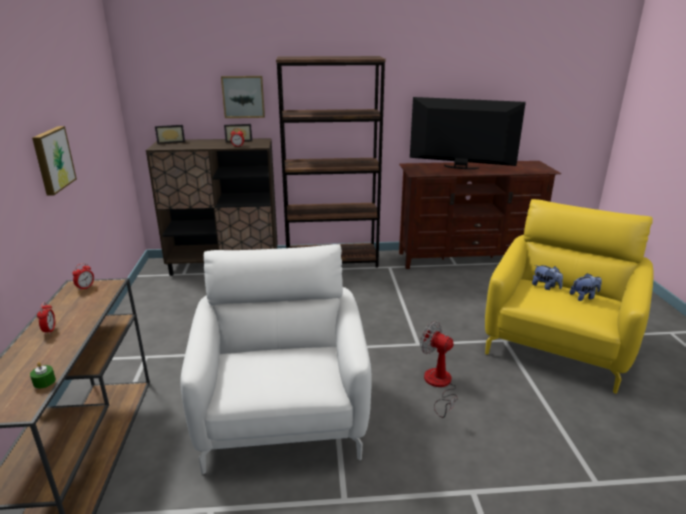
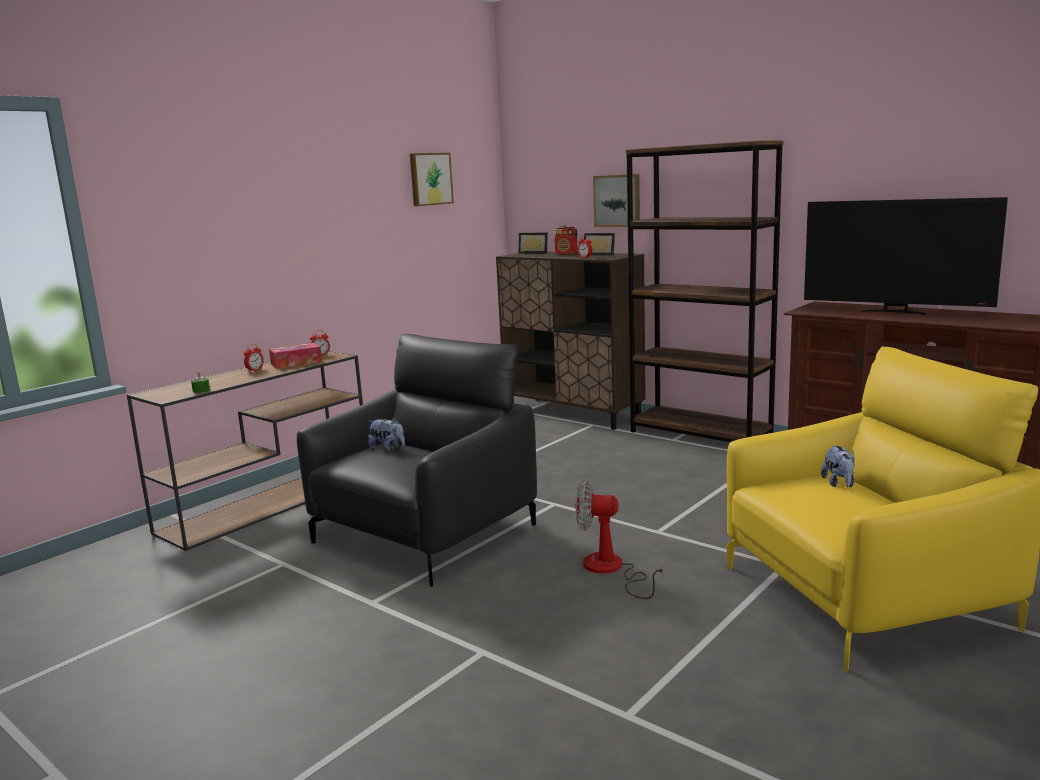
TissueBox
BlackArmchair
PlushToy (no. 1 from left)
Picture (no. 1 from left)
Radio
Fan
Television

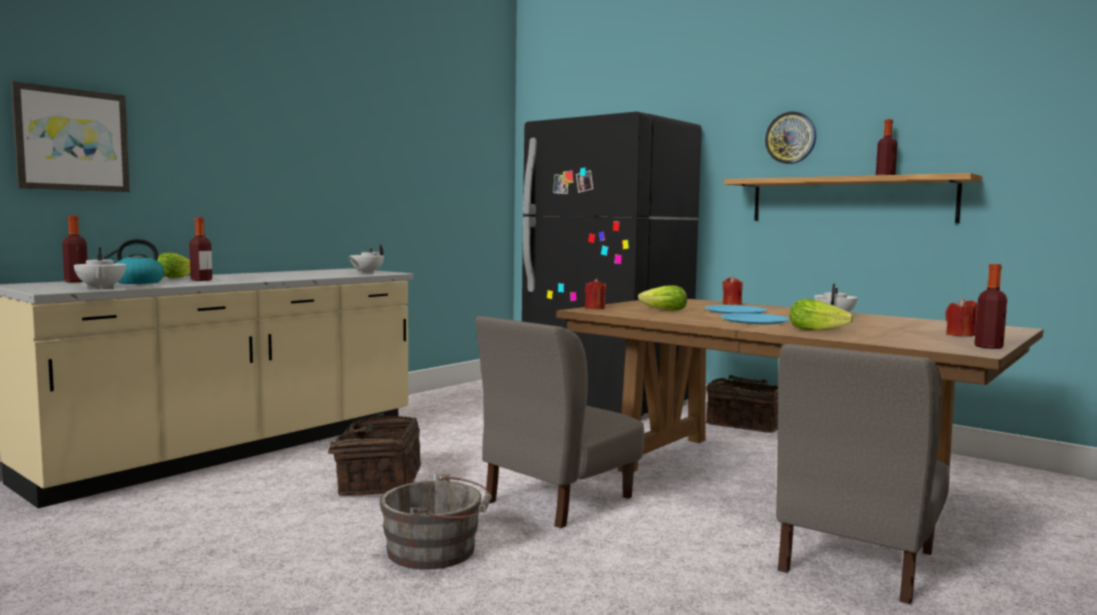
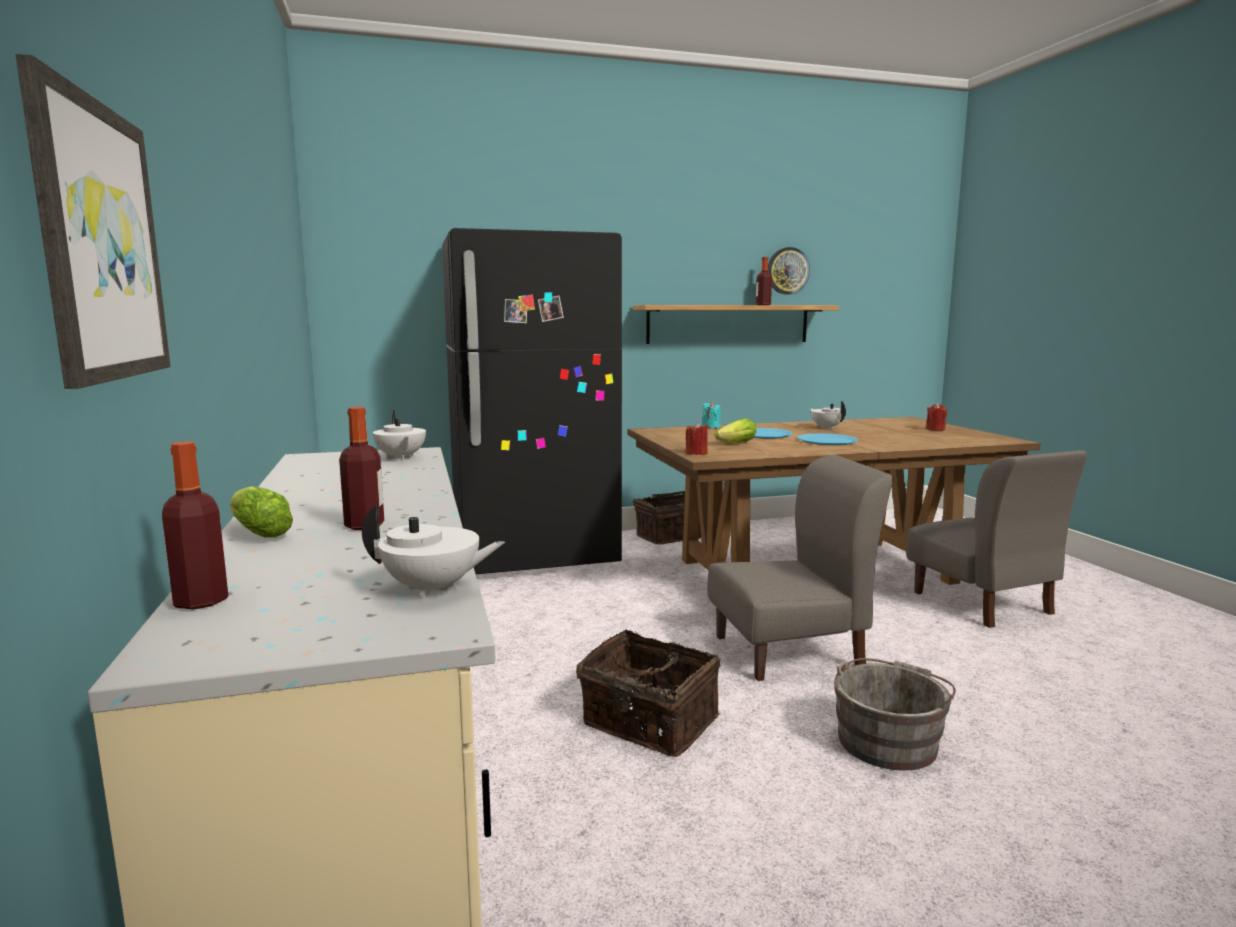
TurquoiseCandle
GreyChair (no. 1 from left)
WallClock
Kettle
Lettuce (no. 3 from left in the first image)
Bottle (no. 4 from left in the first image)

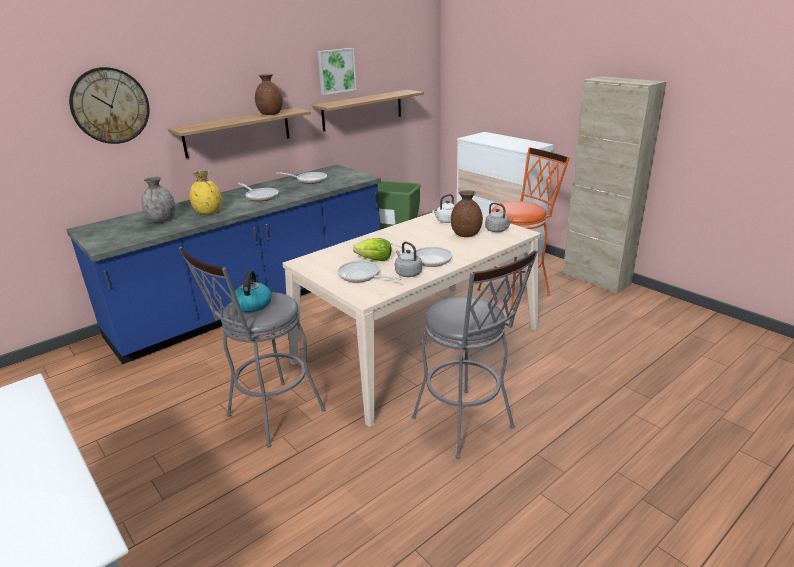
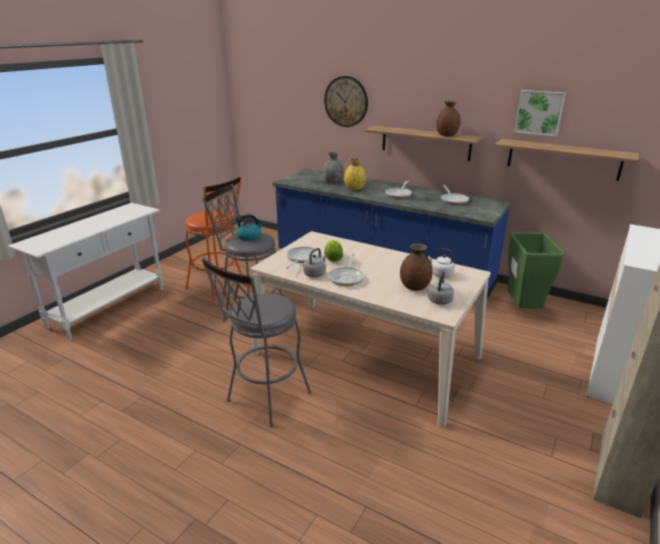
OrangeStool

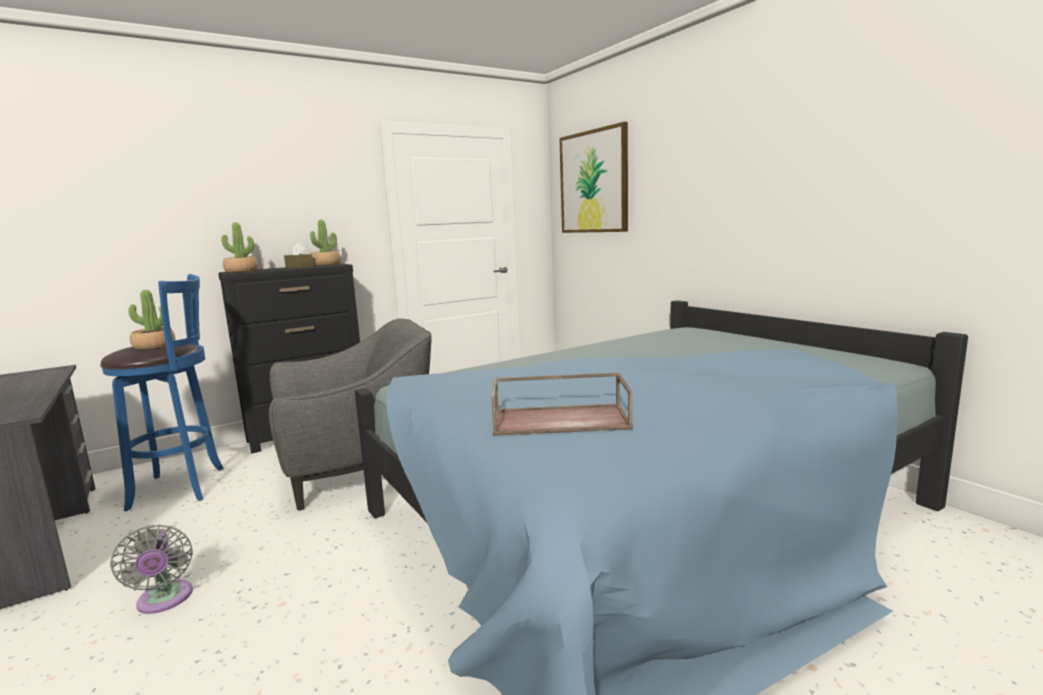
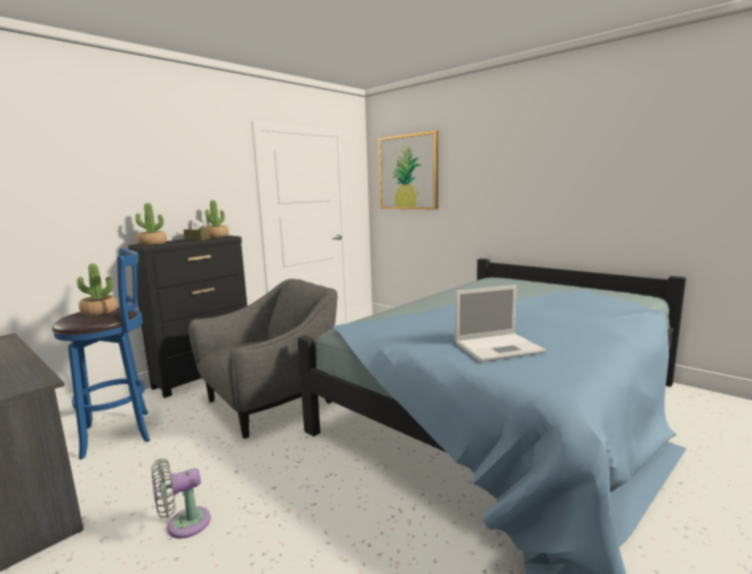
GreyFan
Laptop

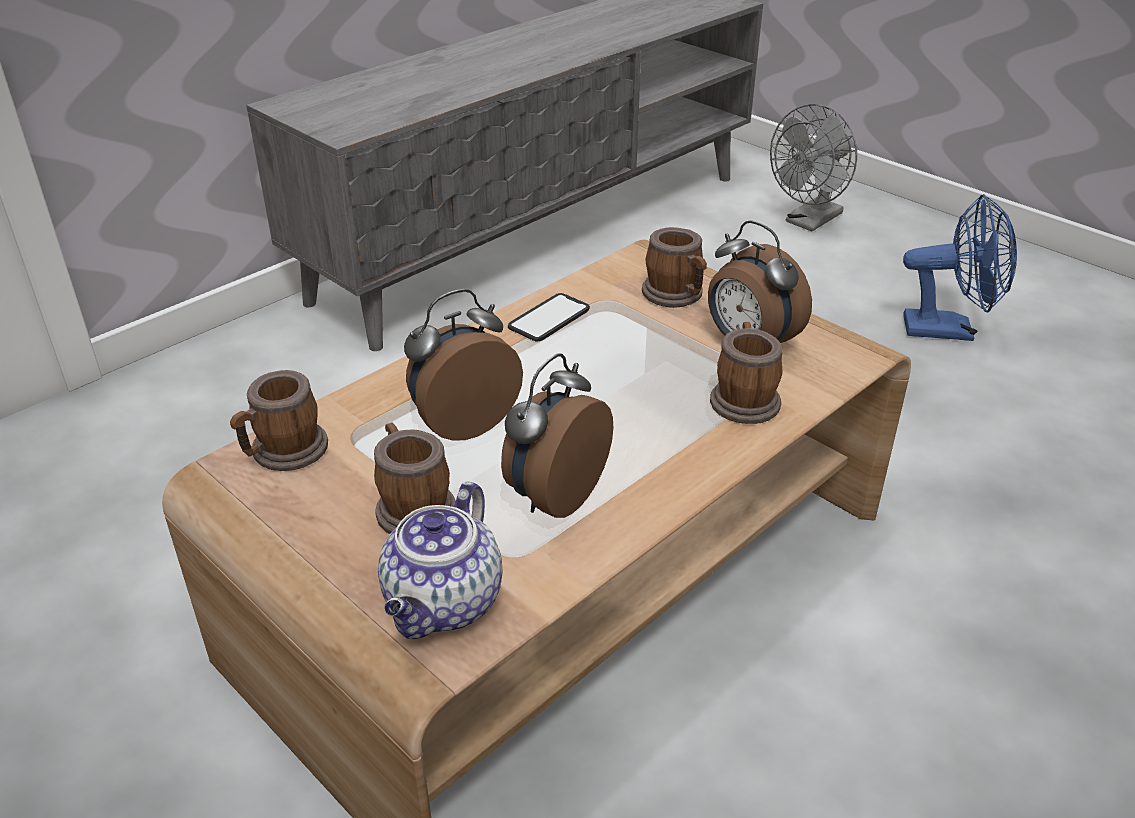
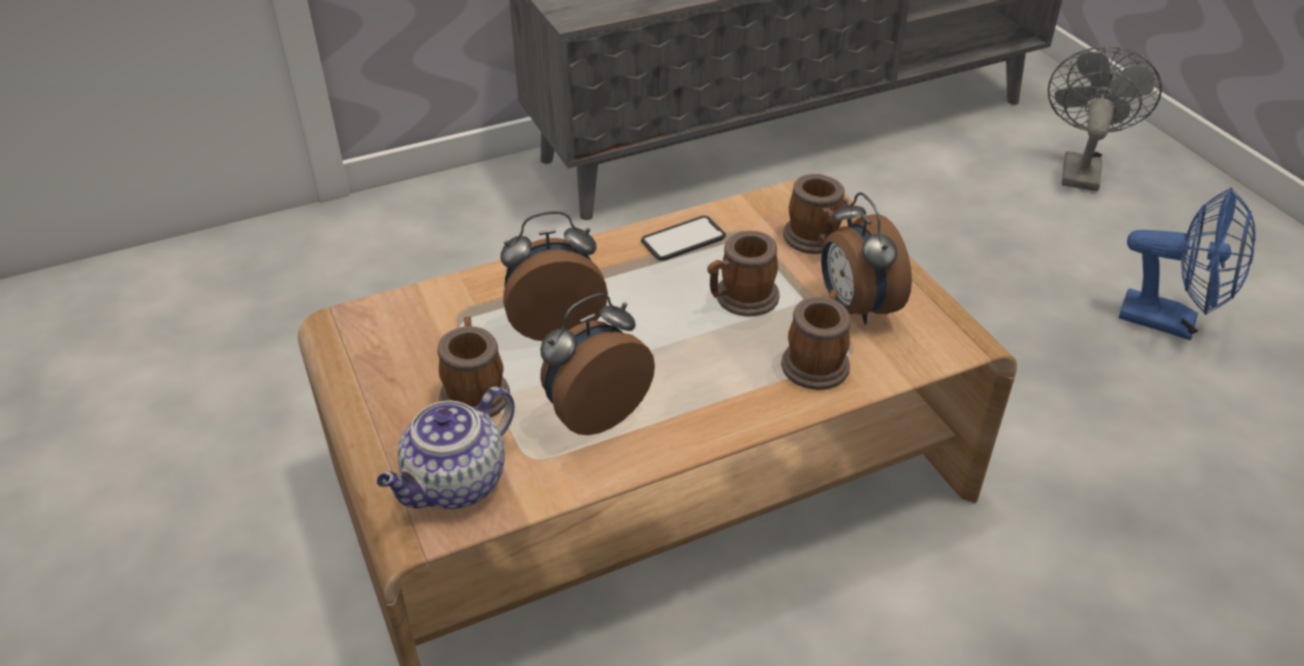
Mug (no. 2 from left)
GreyFan

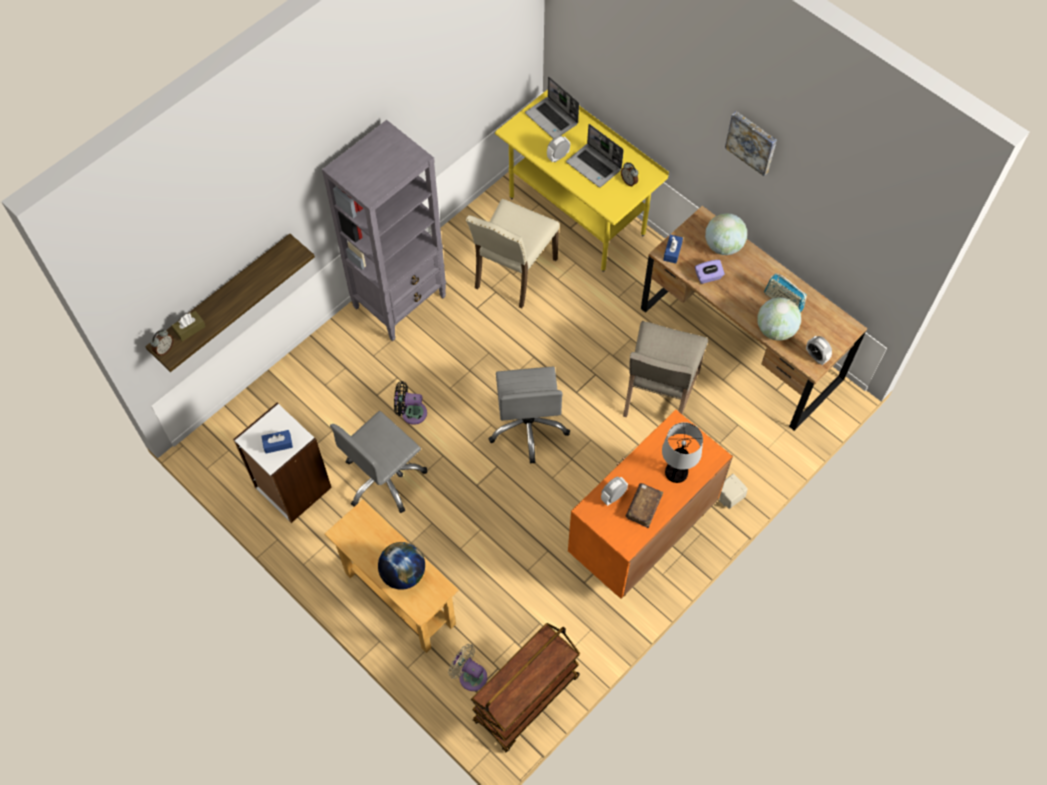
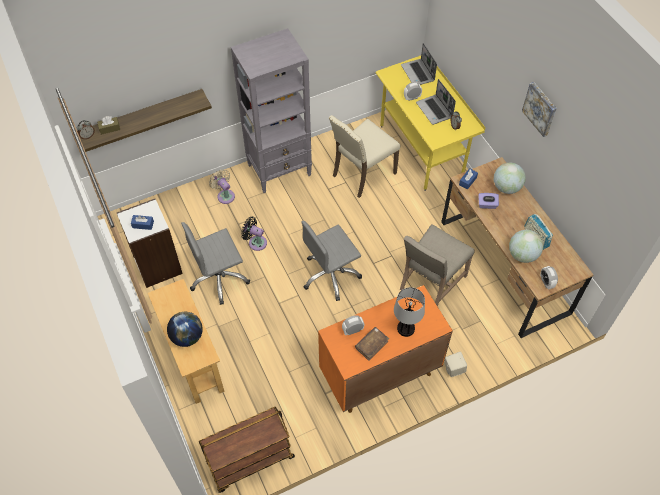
BeigeFan
GreyOfficeChair (no. 2 from left)

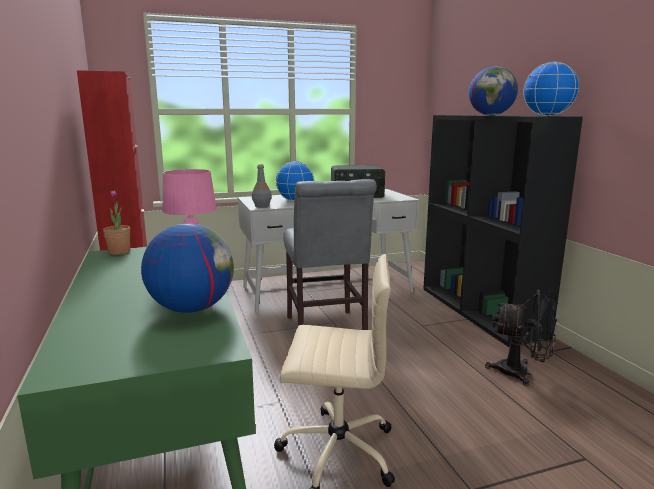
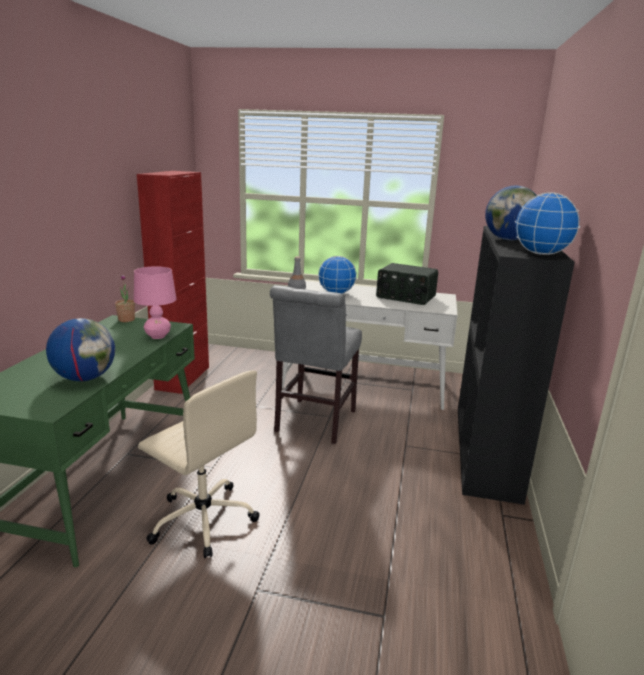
BlackFan

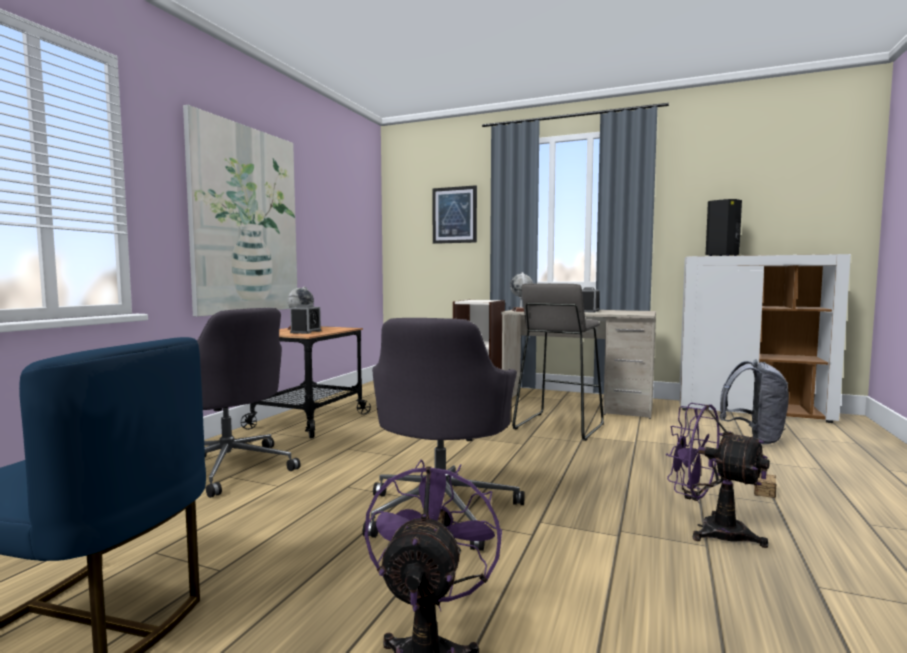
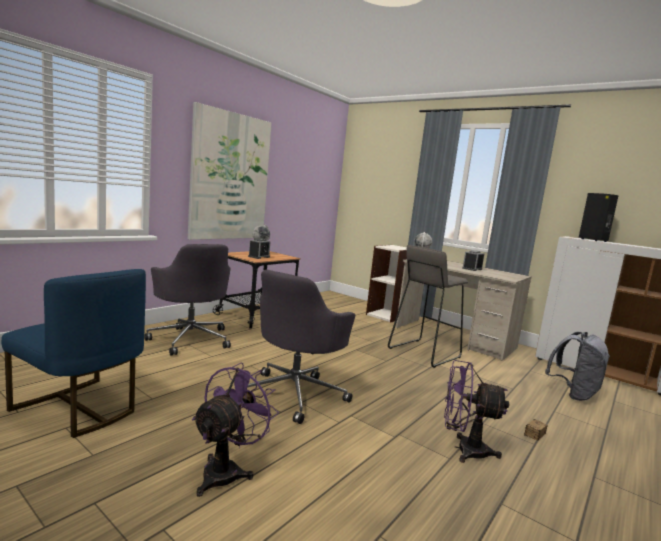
PurpleFan (no. 2 from left)
Picture (no. 2 from left in the first image)

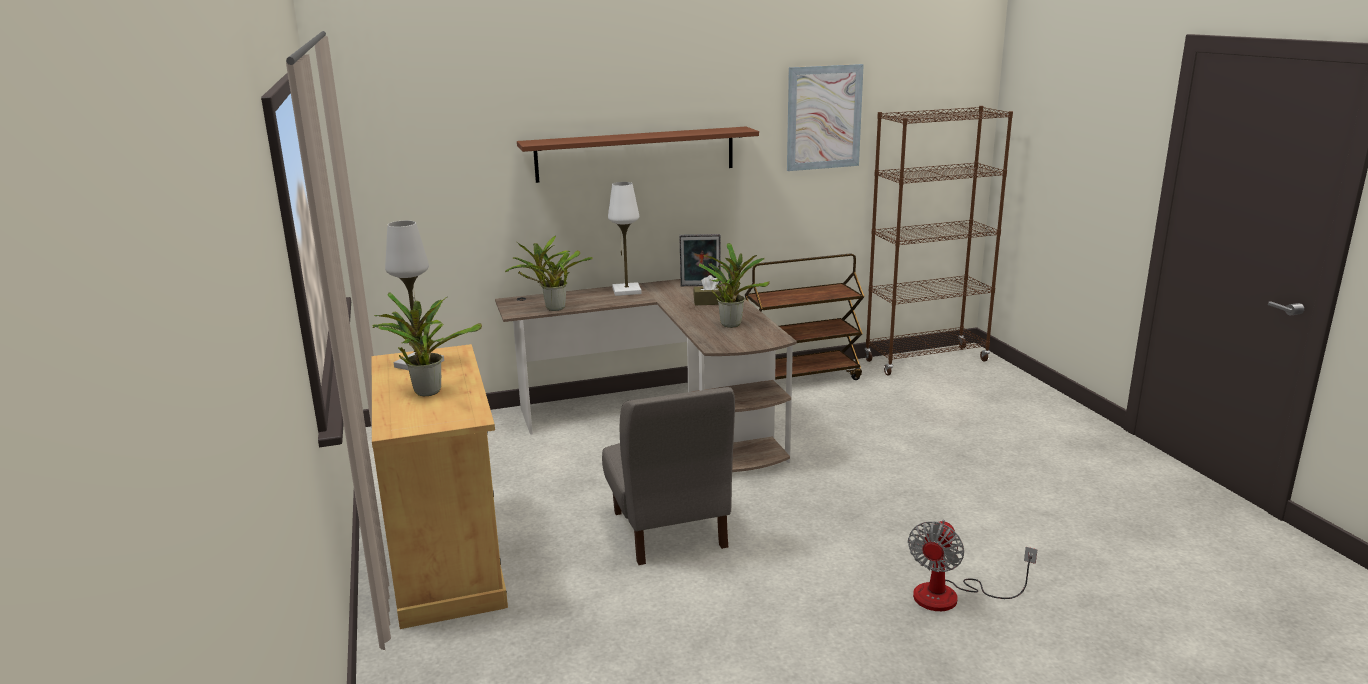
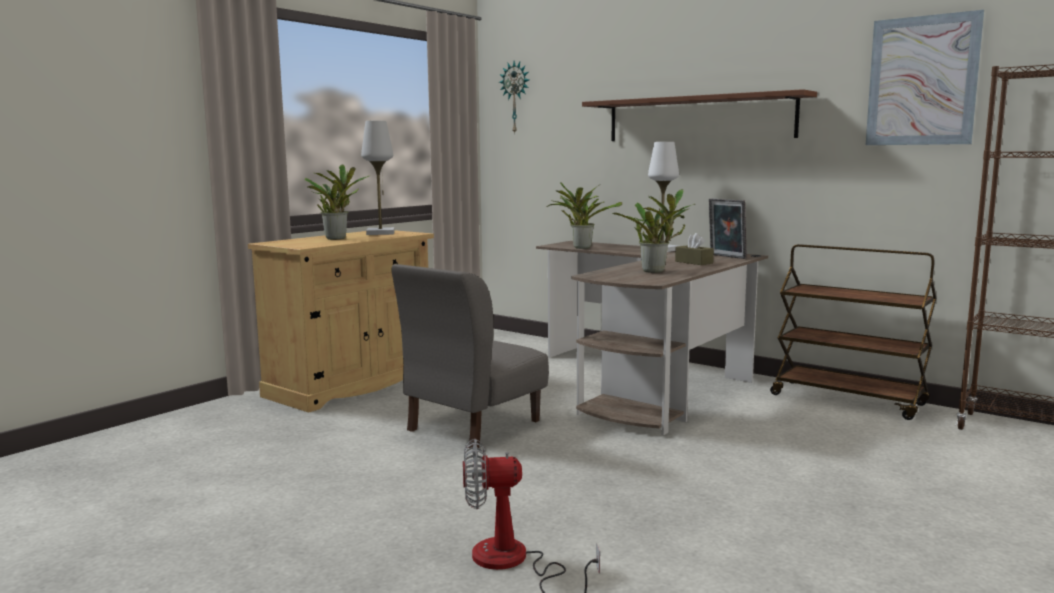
WallClock

